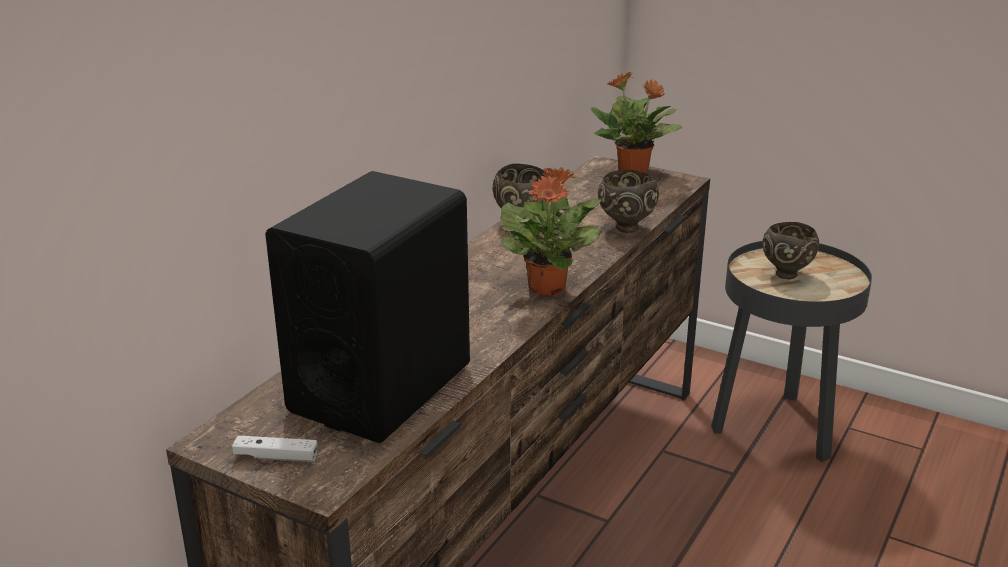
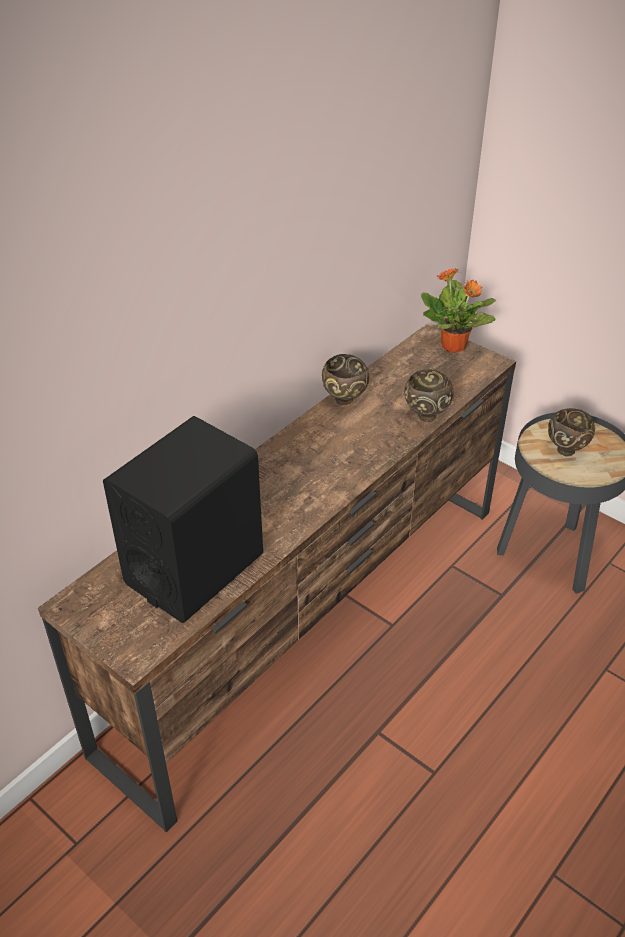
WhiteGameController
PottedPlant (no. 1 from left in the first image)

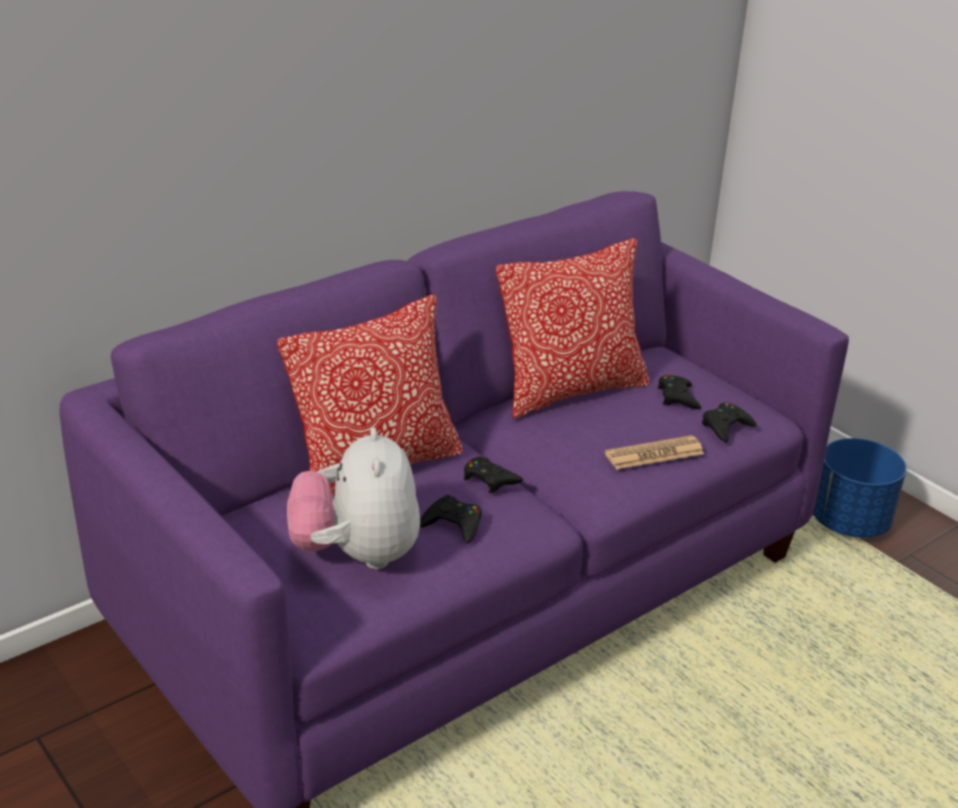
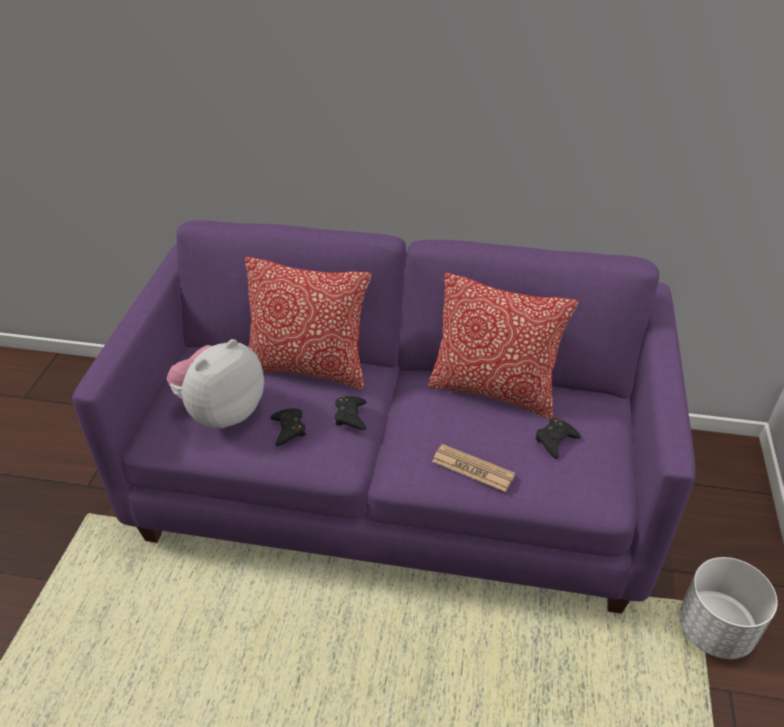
WhitePlanter
BlackGameController (no. 4 from left in the first image)

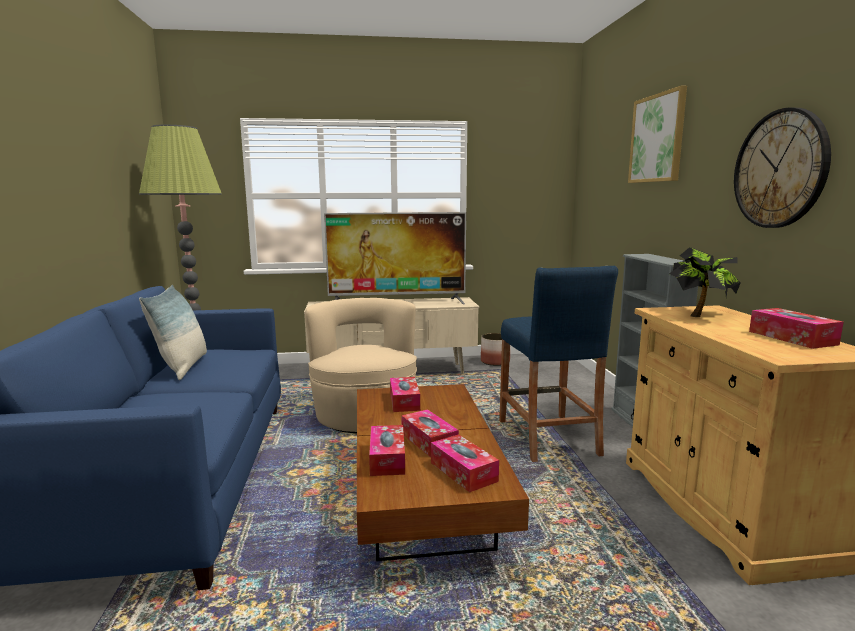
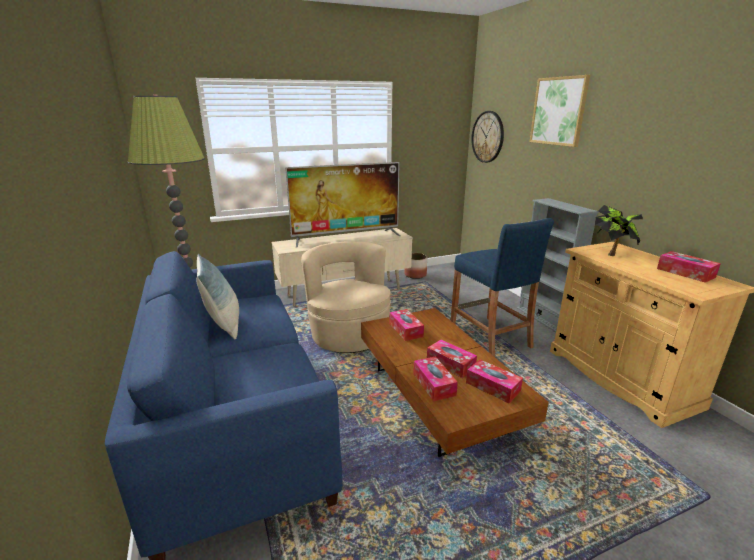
WallClock

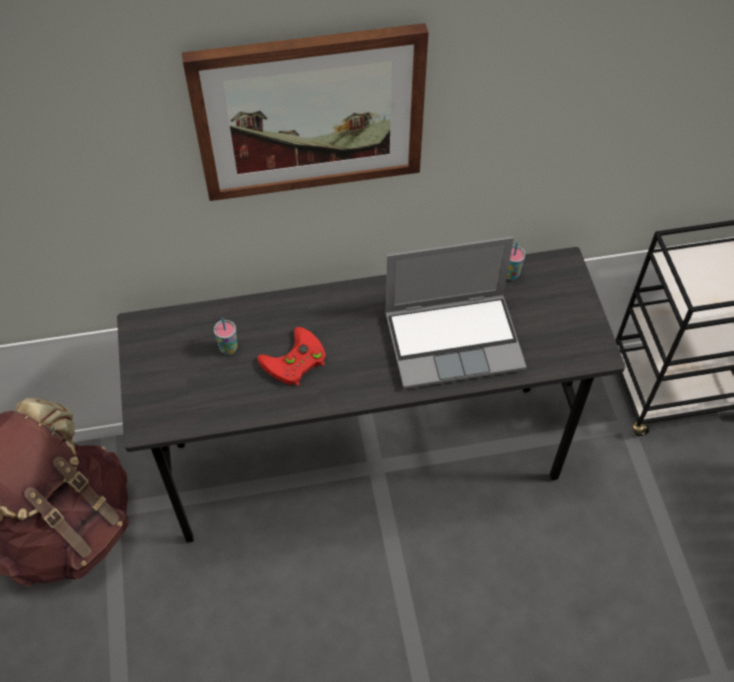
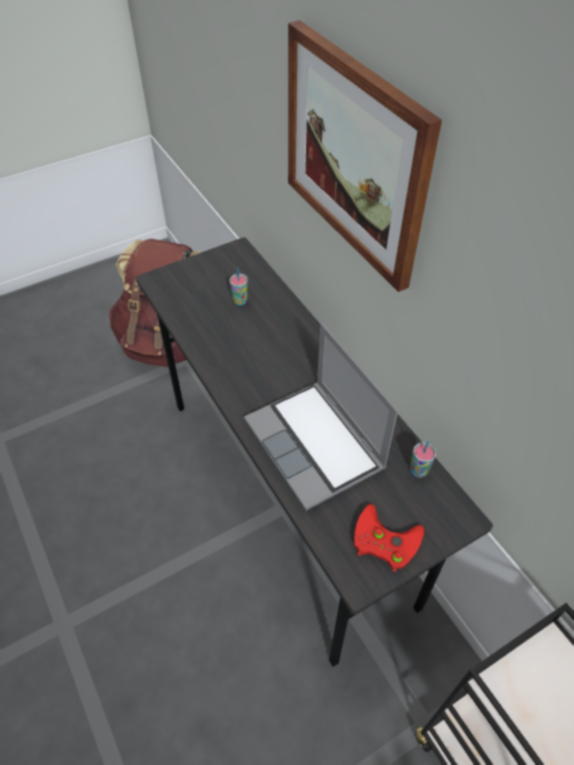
RedGameController

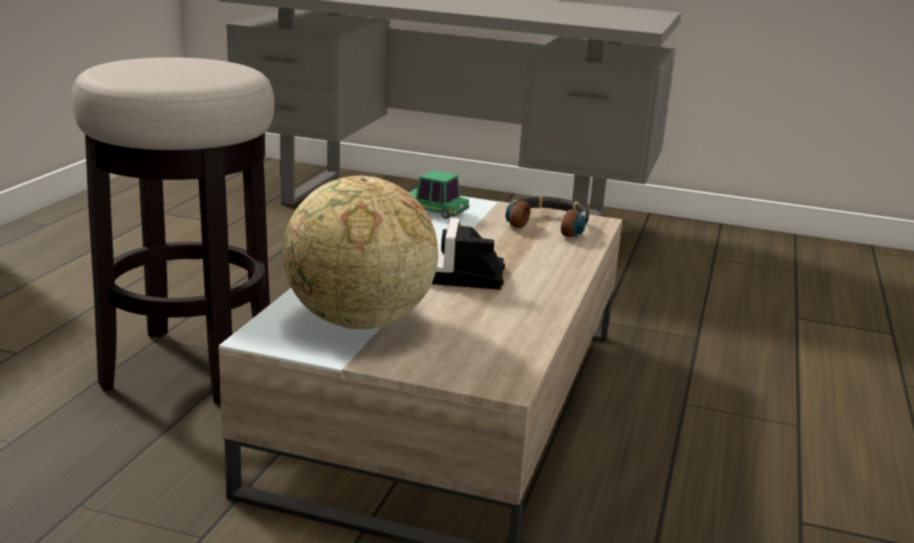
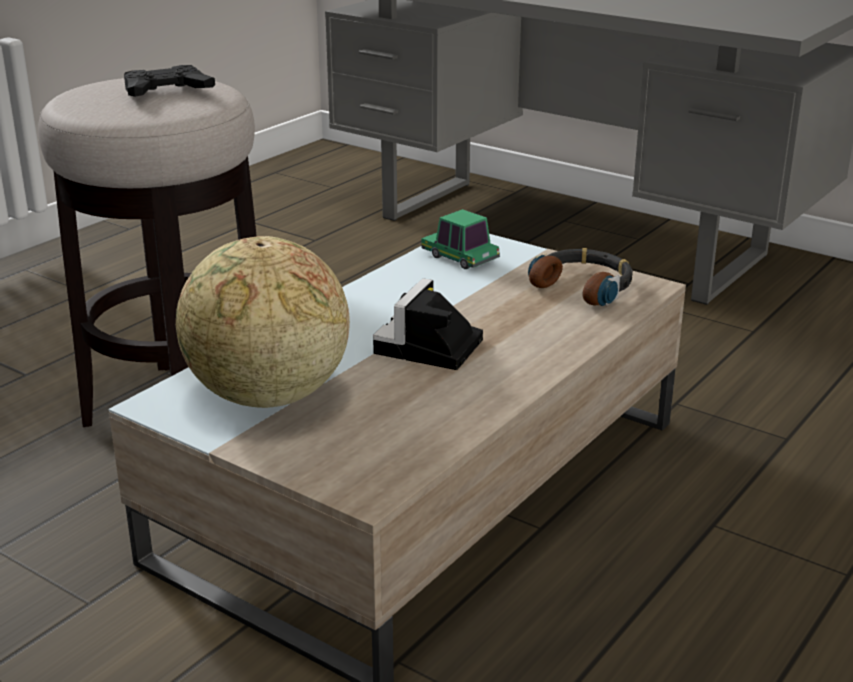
BlackGameController

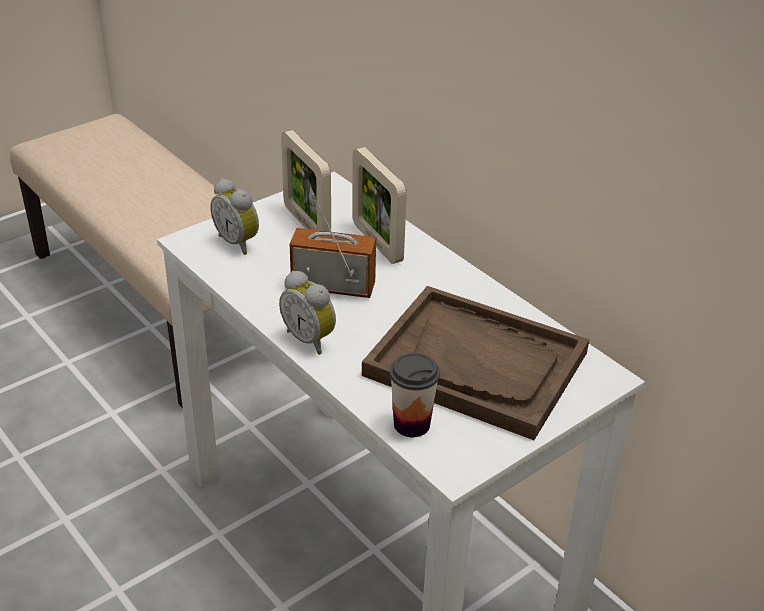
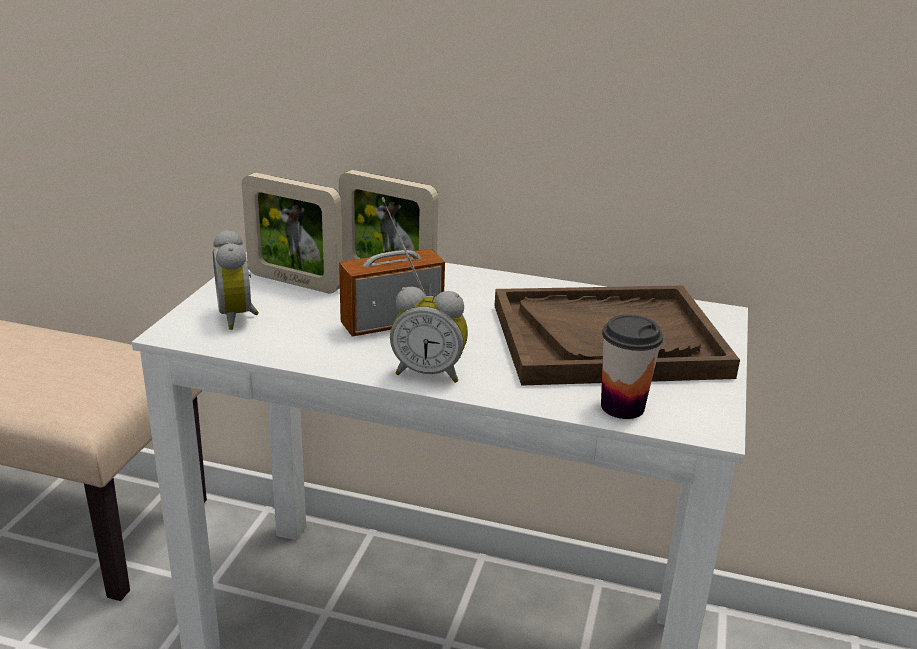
AlarmClock (no. 1 from left)

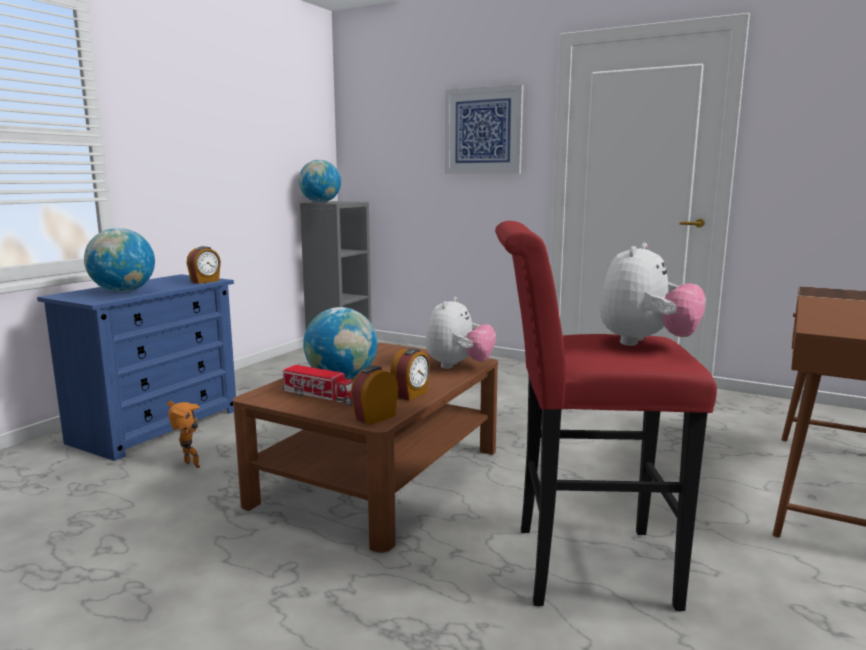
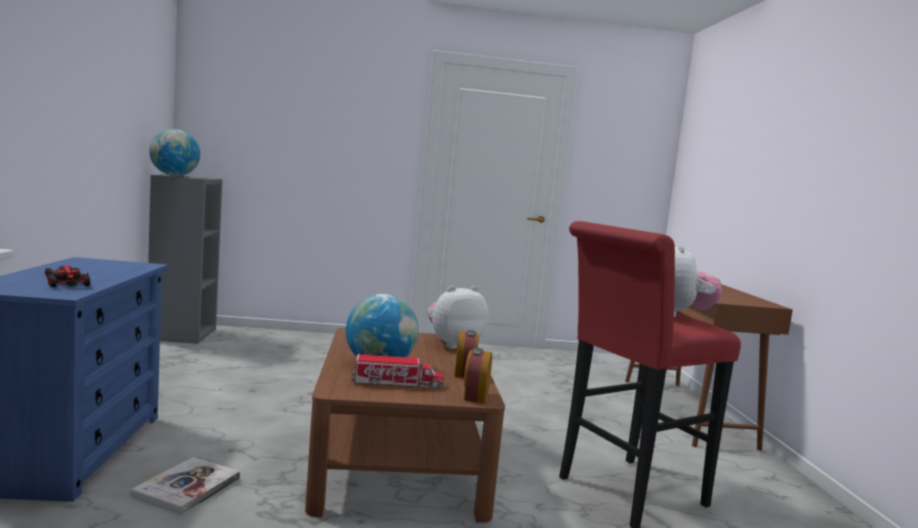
ToyCar
Book
PlushToy (no. 1 from left)
AlarmClock (no. 1 from left in the first image)
Picture

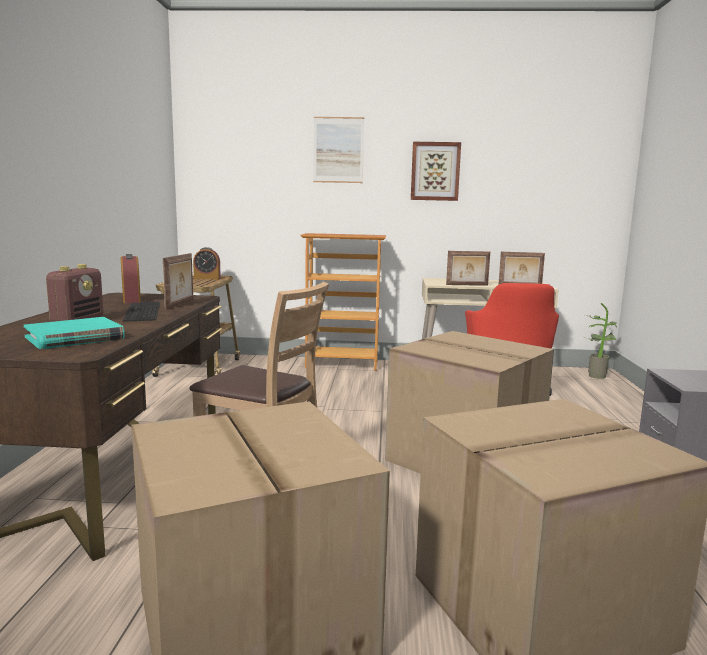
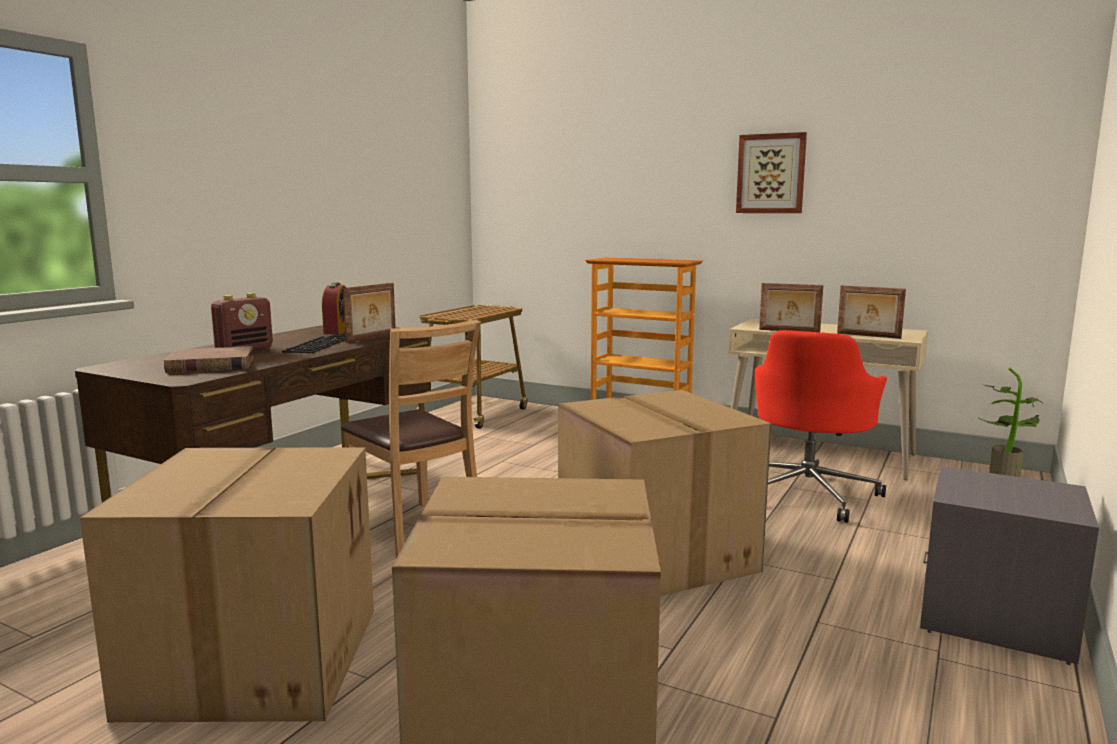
BrownBook
AlarmClock (no. 2 from left in the first image)
Picture (no. 1 from left in the first image)

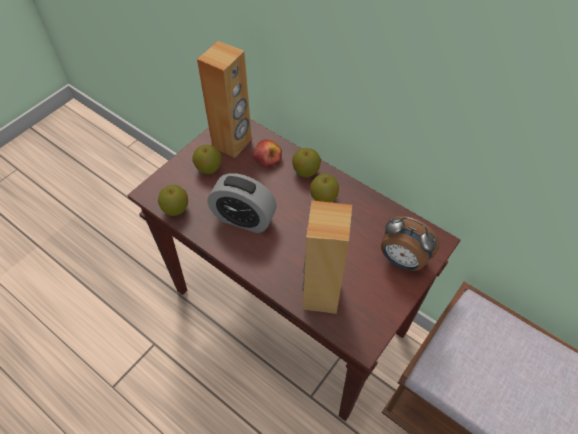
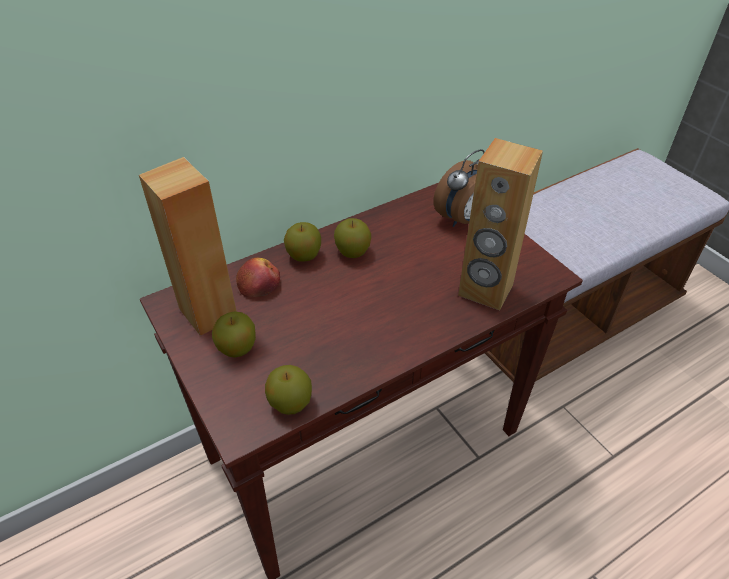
AlarmClock (no. 1 from left in the first image)

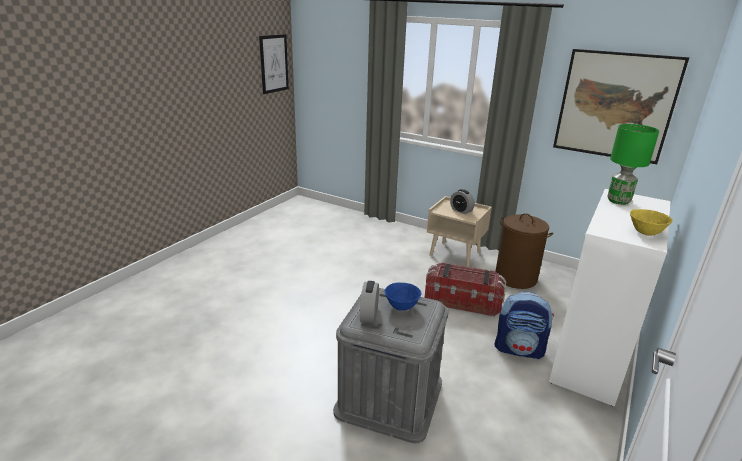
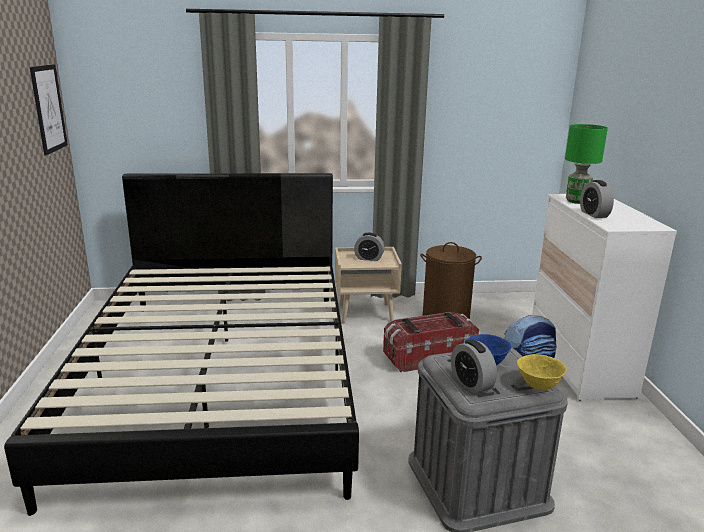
BlackBed
YellowBowl
AlarmClock (no. 3 from left)
Picture (no. 2 from left in the first image)

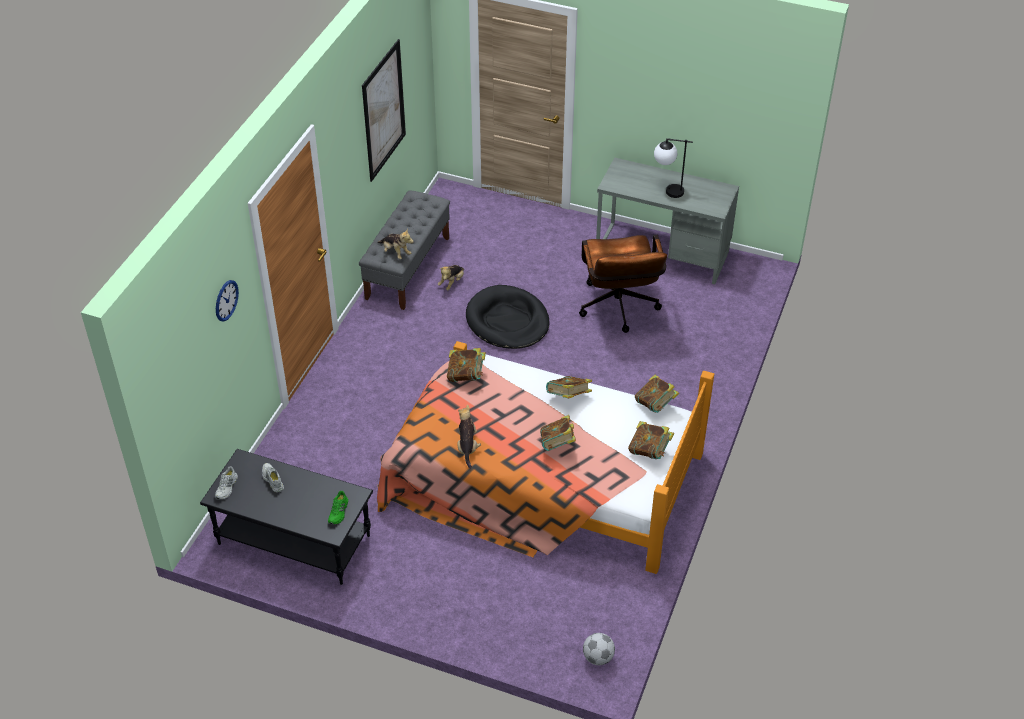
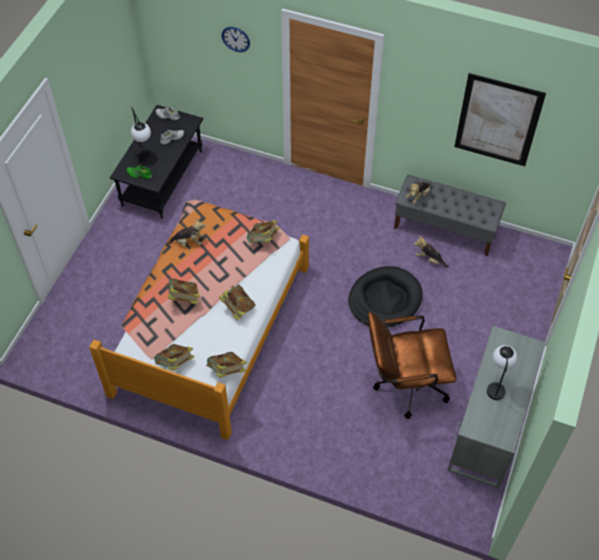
TableLamp (no. 1 from left)
Football

